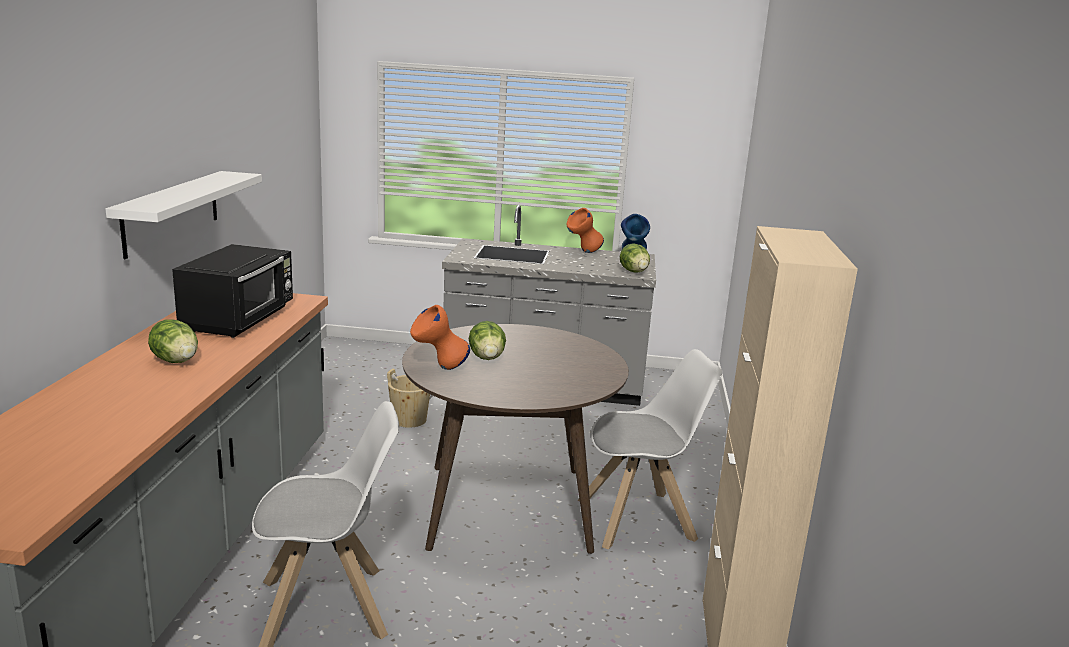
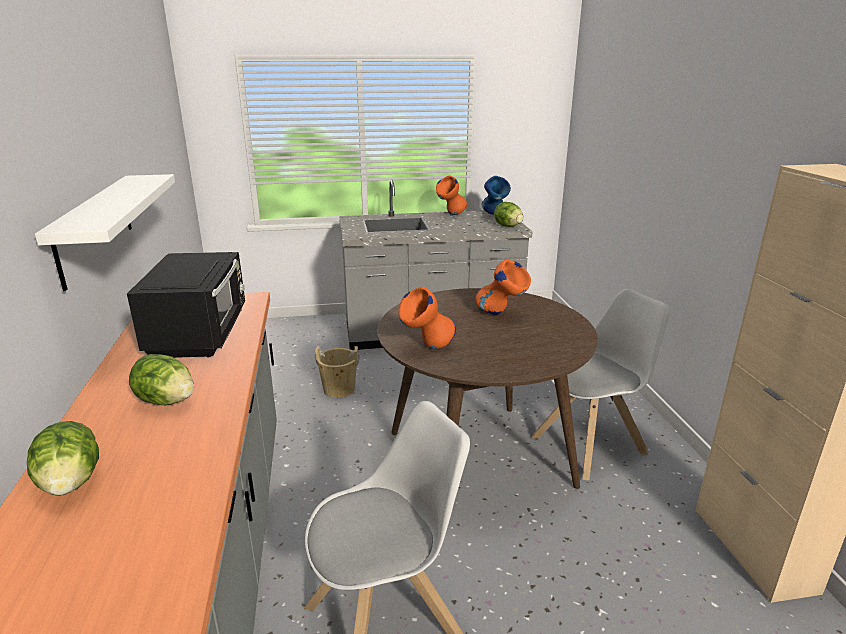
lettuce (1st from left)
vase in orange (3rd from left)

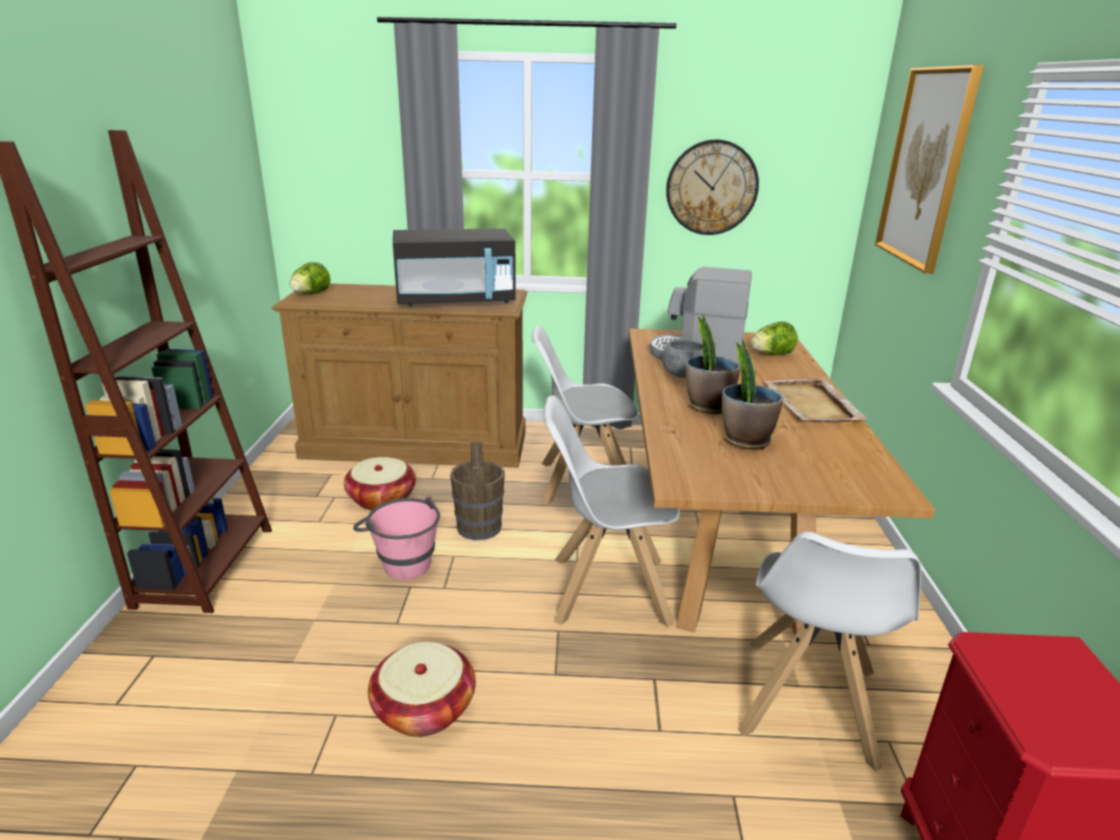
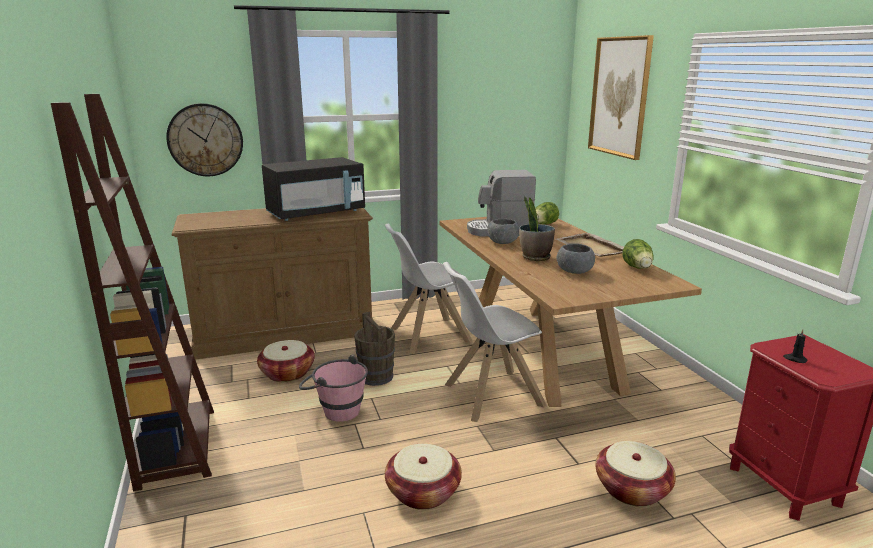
hanging clock
lettuce (2nd from left)
bowl in grey (2nd from left)
upright chair (3rd from left in the first image)
wax light in blackish
basket (3rd from left)

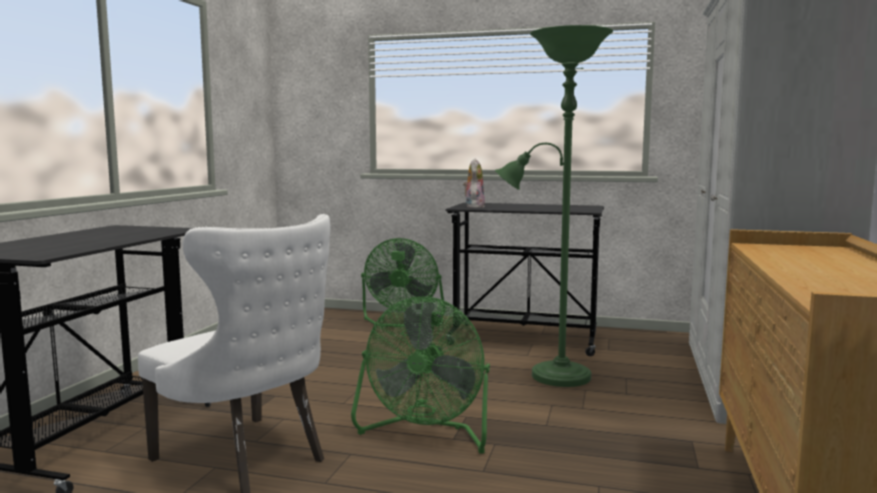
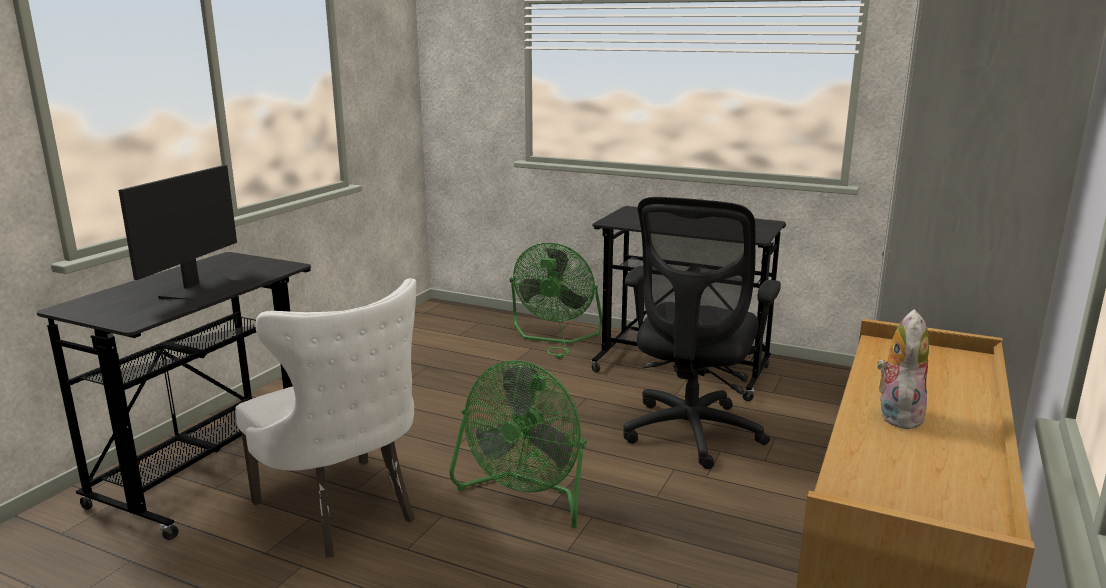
desk chair in blackish
cuddly toy
computer screen

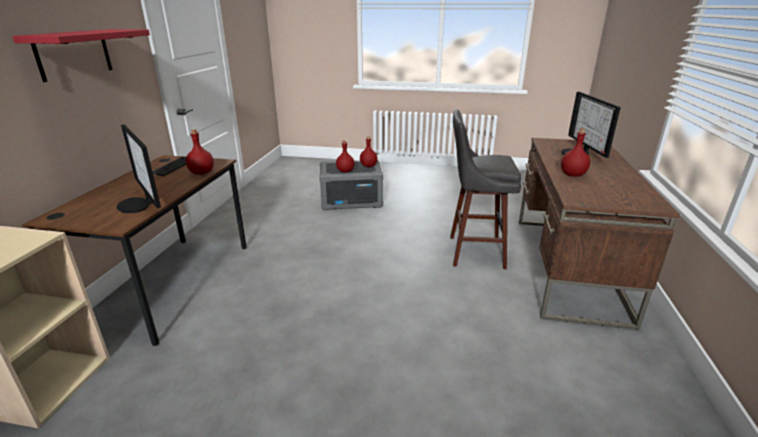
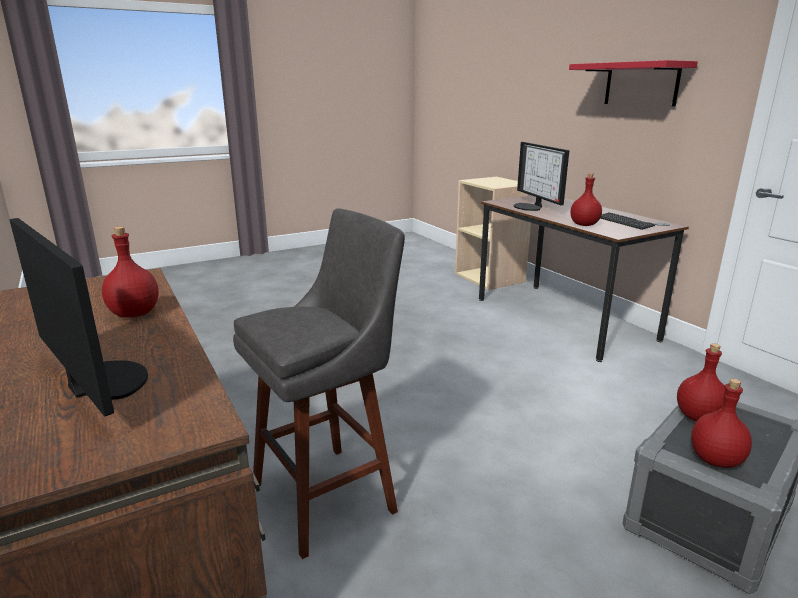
computer screen (2nd from left)

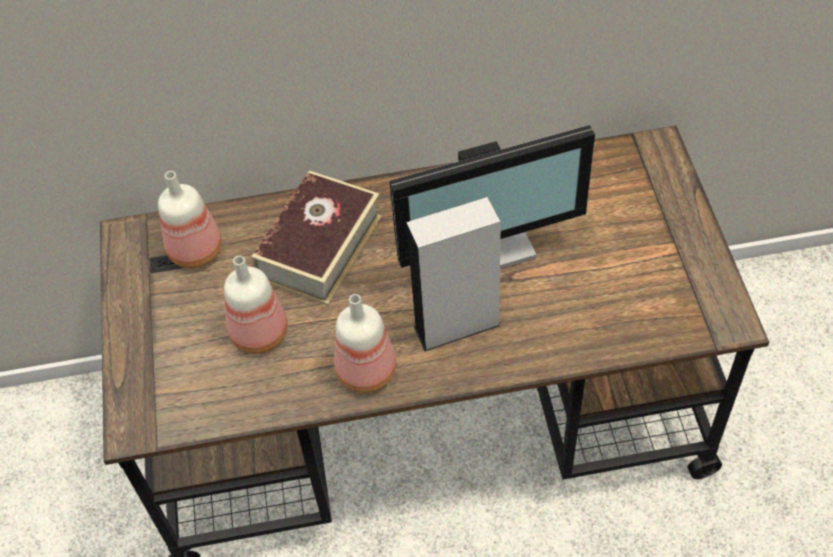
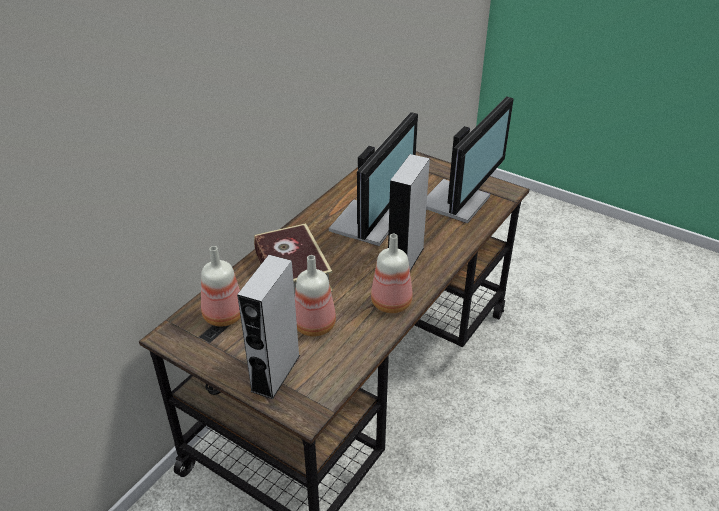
computer screen (2nd from left)
speaker in grey (1st from left)

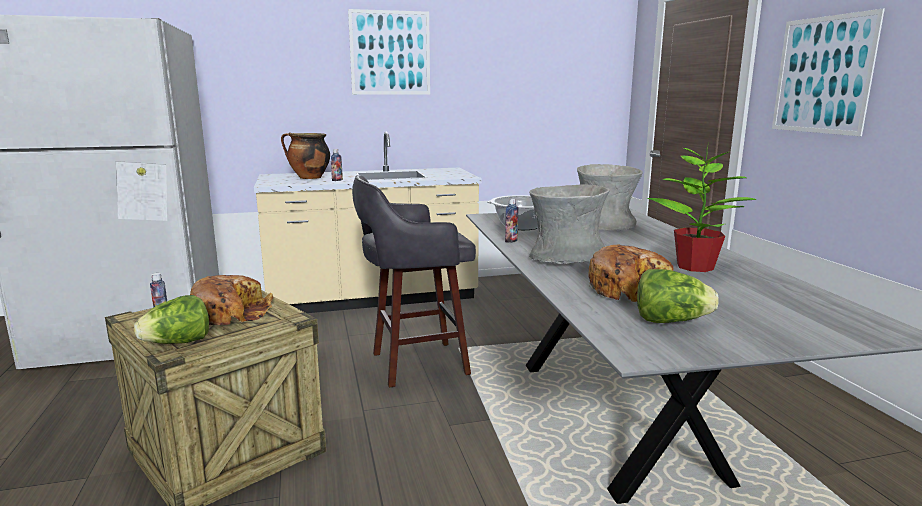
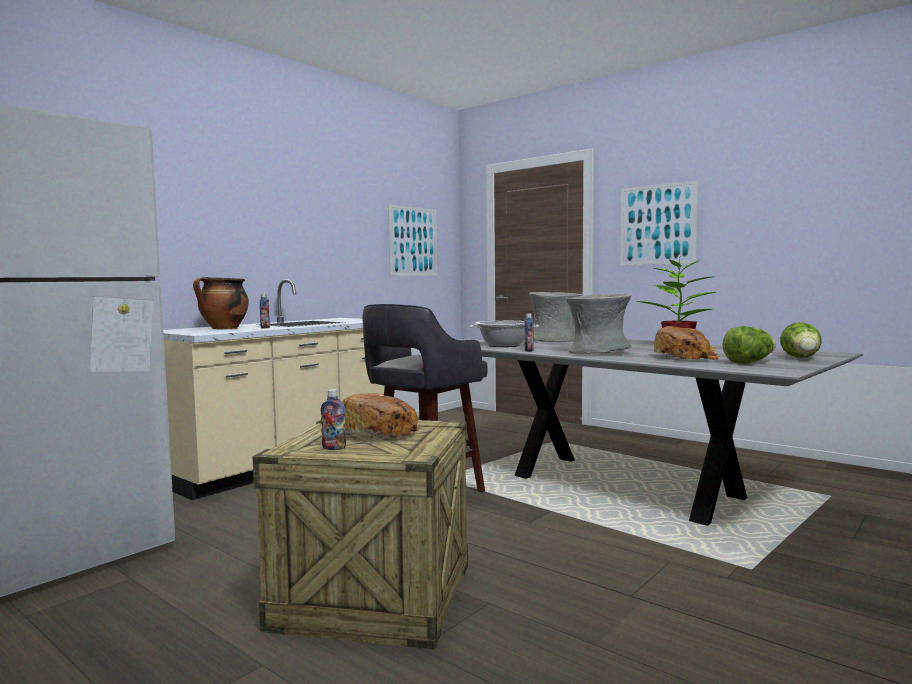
wall art (1st from left)
lettuce (2nd from left)

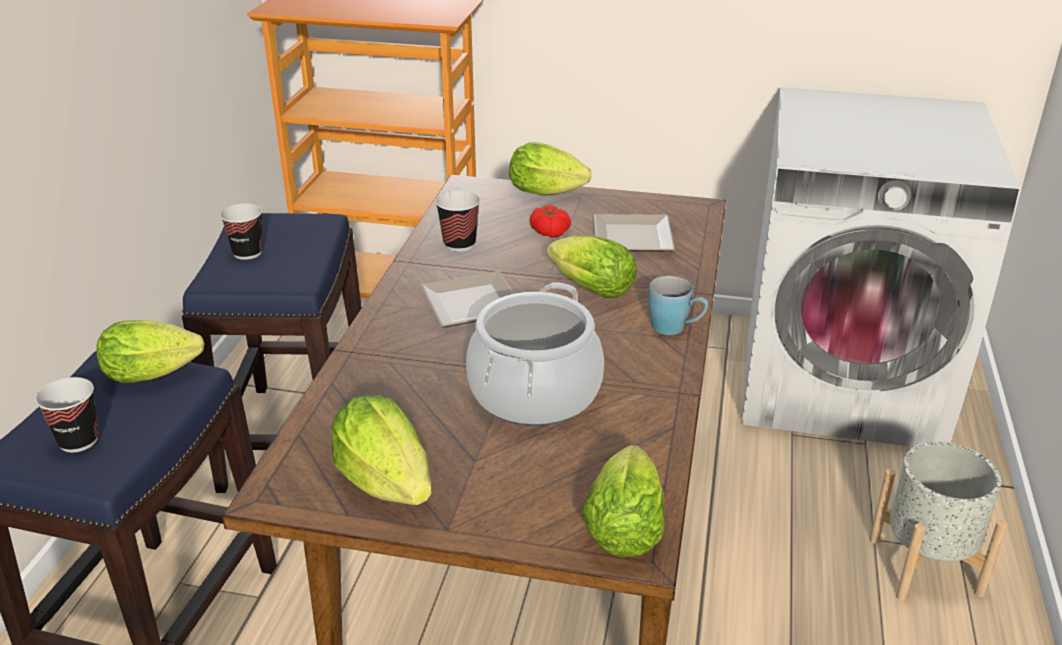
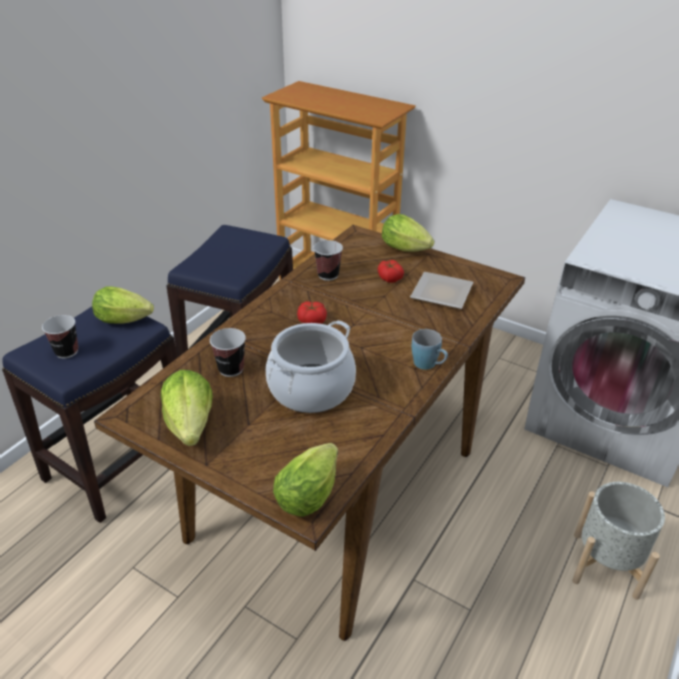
cup (2nd from left)
lettuce (4th from left in the first image)
tomato (1st from left)

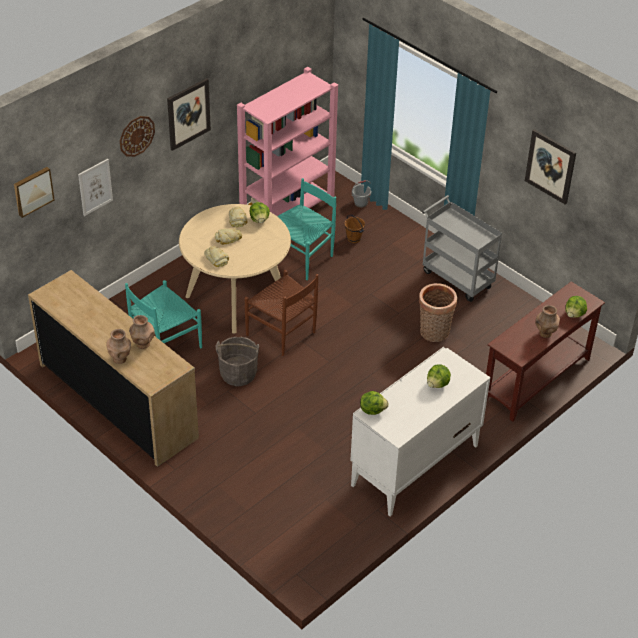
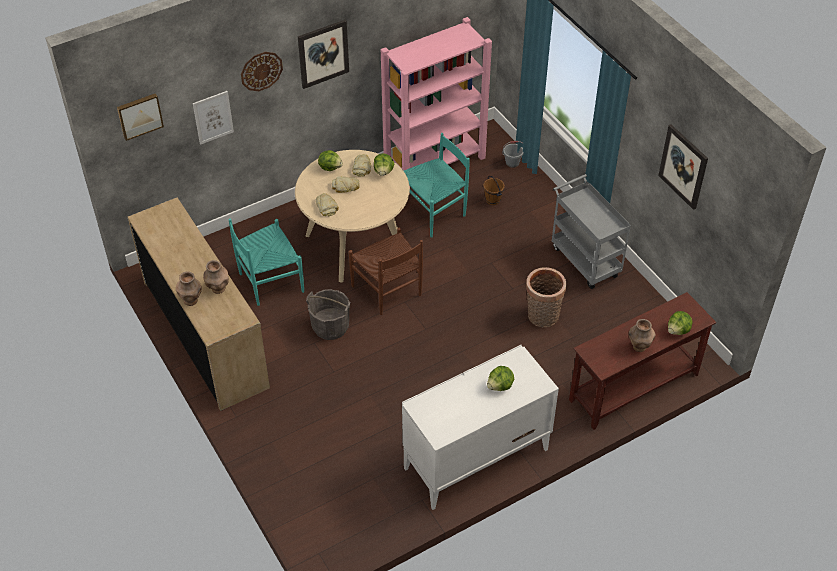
lettuce (1st from left)

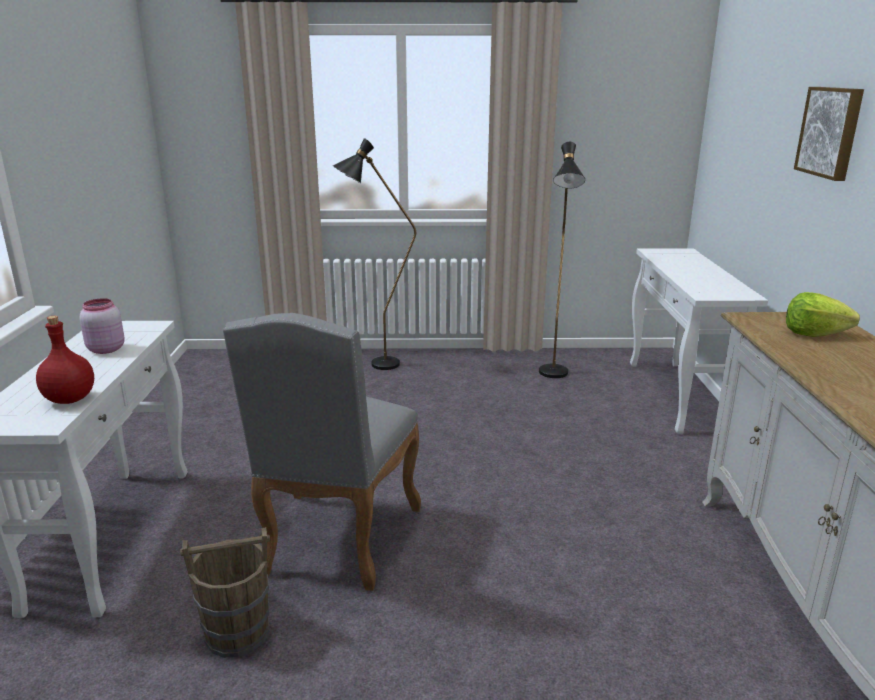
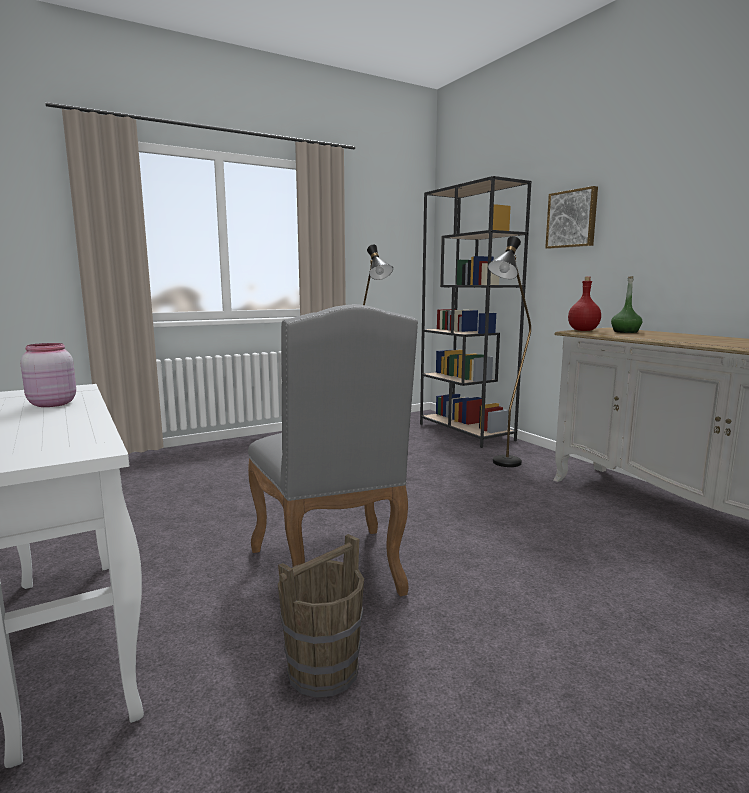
standard lamp in blackish (2nd from left)
bookshelf
drink bottle in greenish
drink bottle in reddish

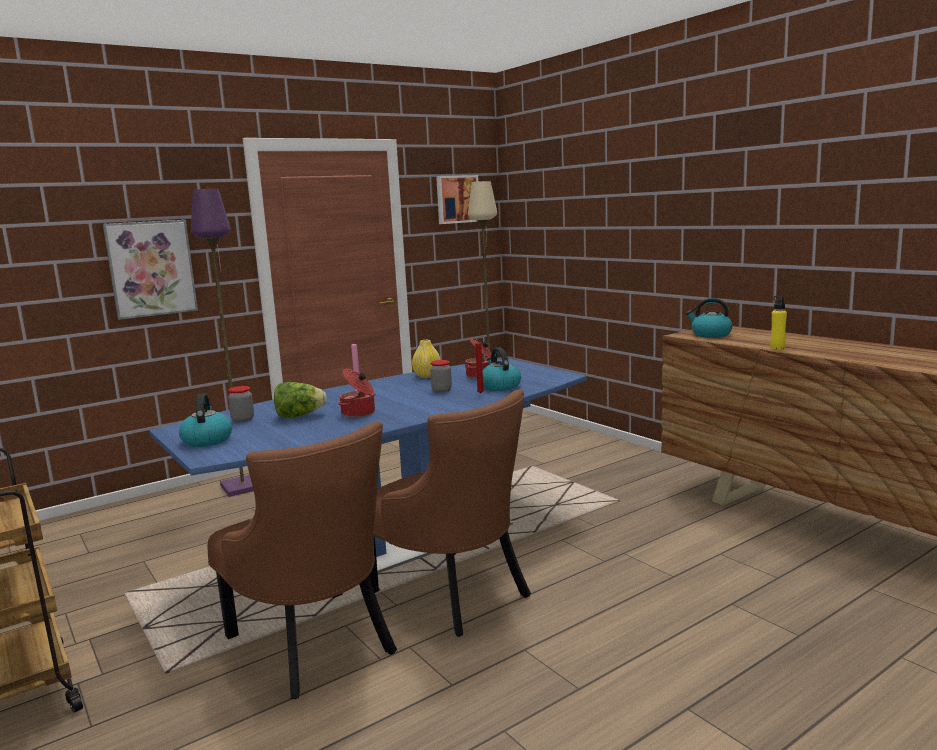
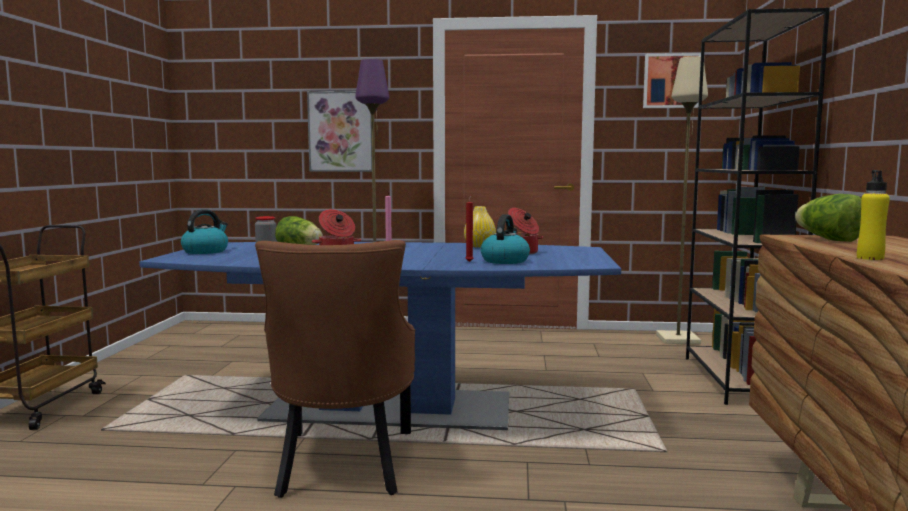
lettuce (2nd from left)
storage jar (2nd from left in the first image)
upright chair in brown-coloured (1st from left in the first image)
bookshelf in beige

